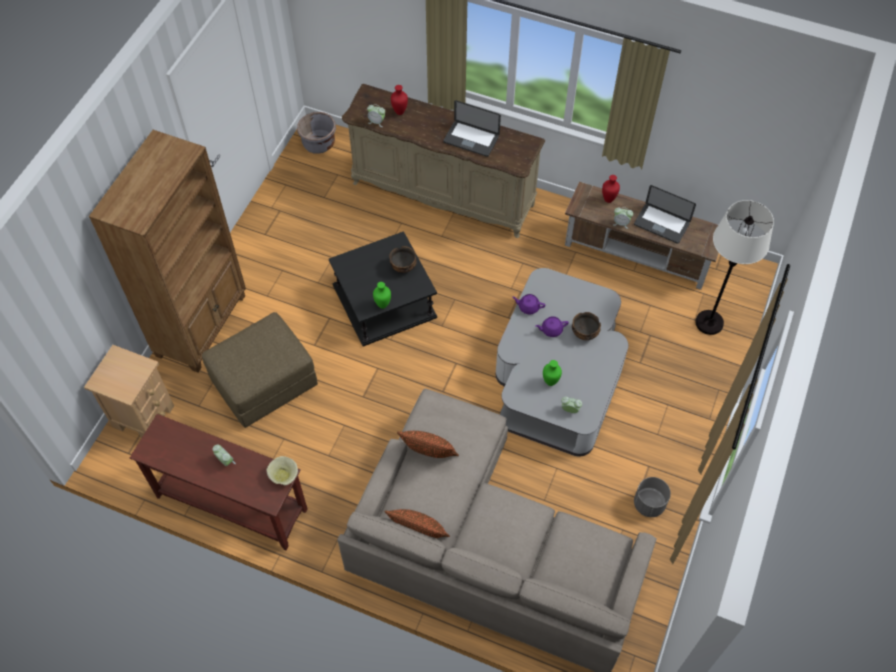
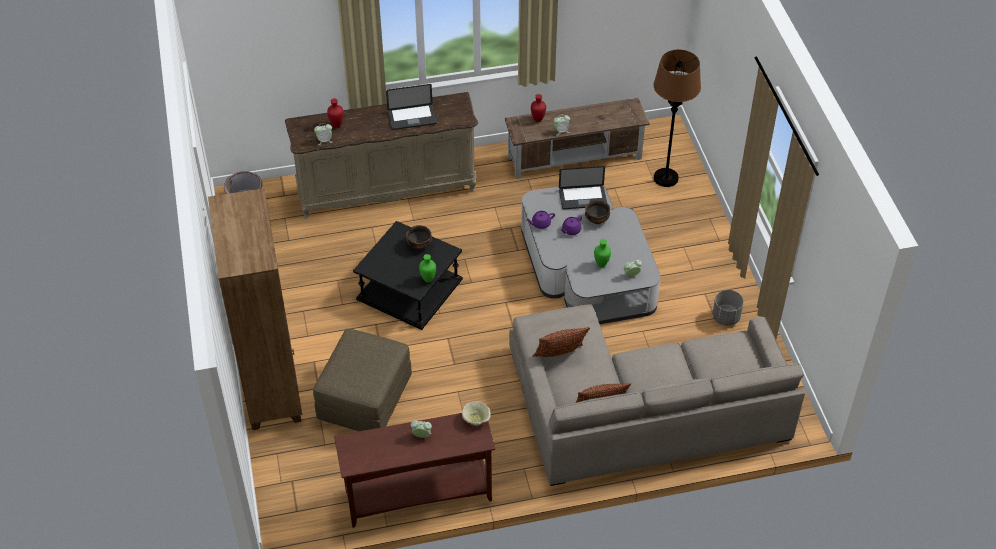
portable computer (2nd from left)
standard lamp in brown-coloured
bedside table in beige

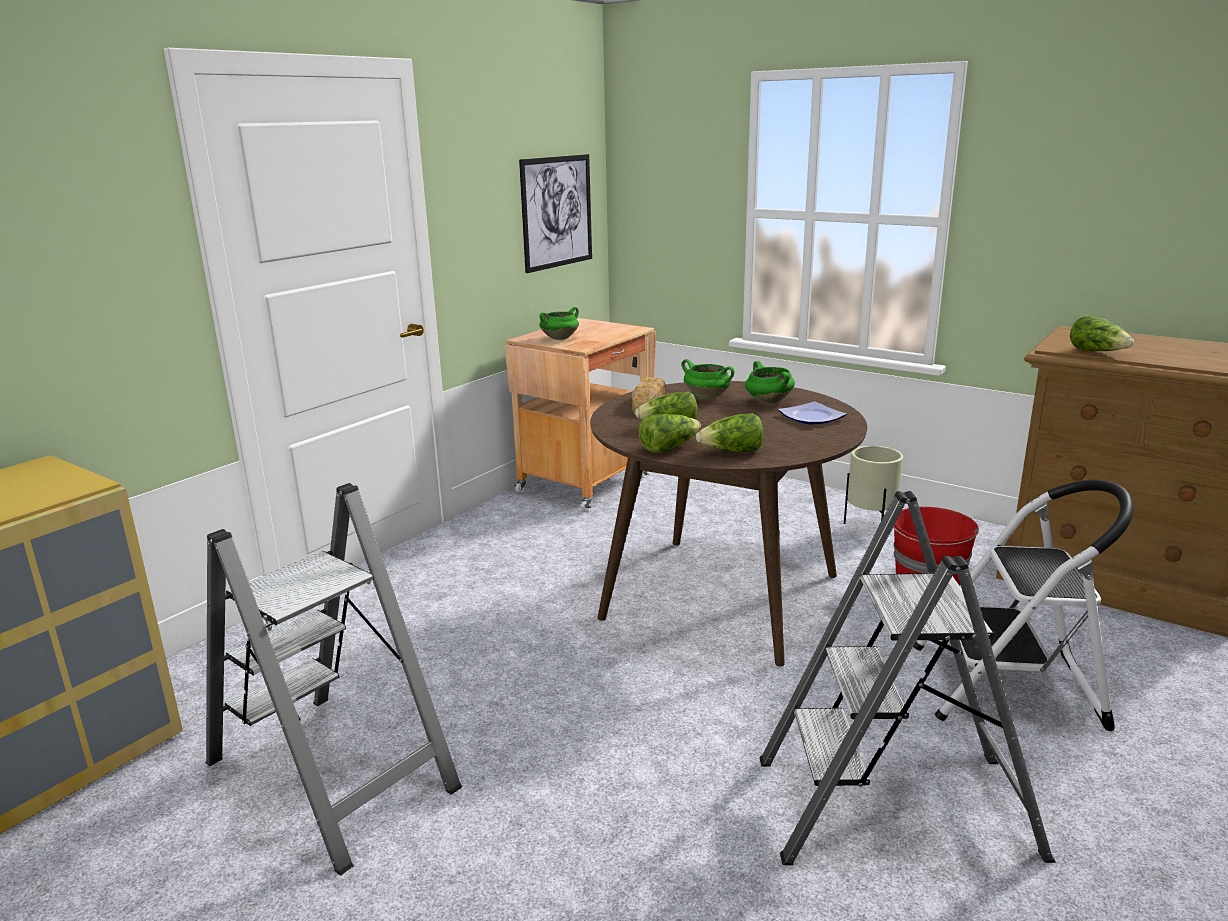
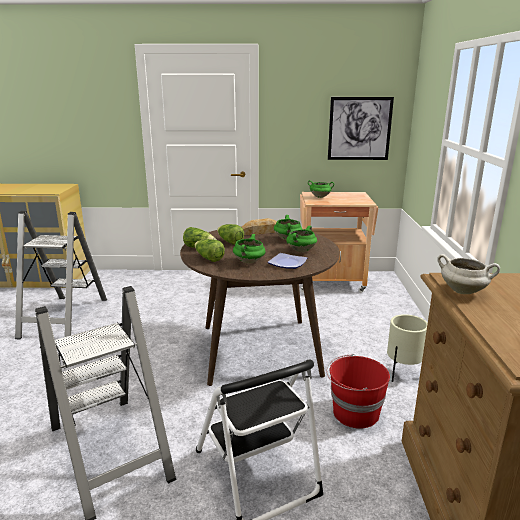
saucepot in white-coloured
saucepot in greenish (1st from left)

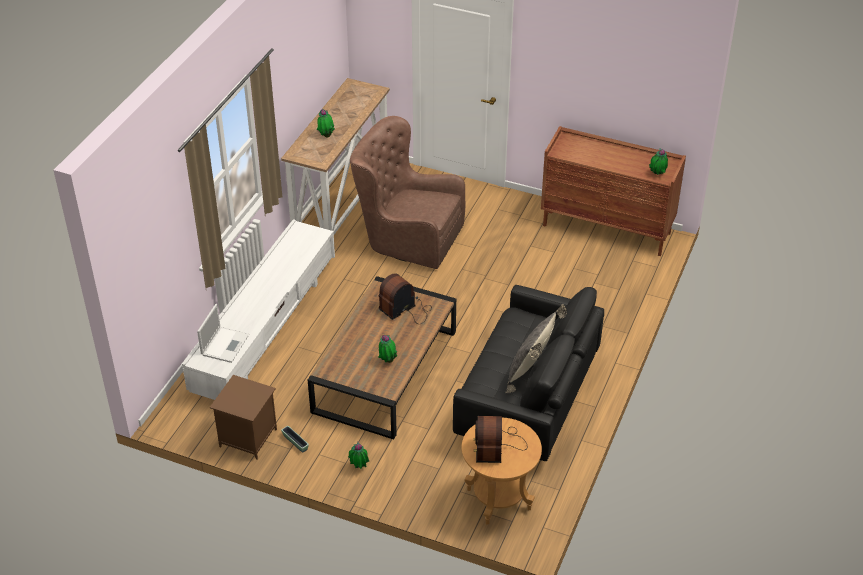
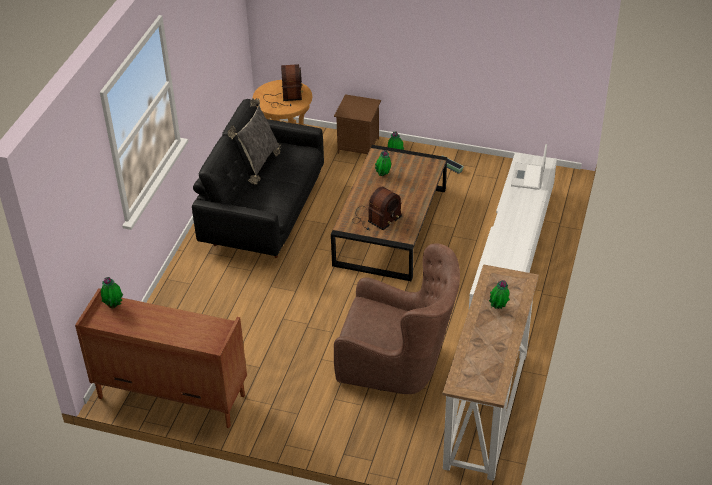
bedside table in brown-coloured

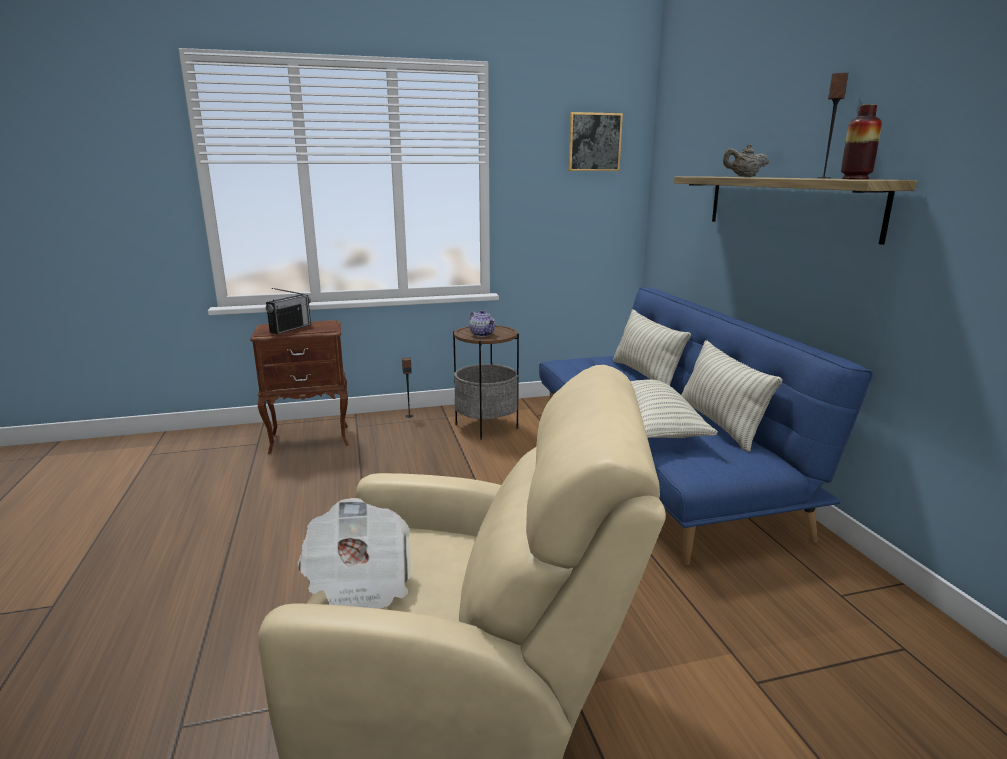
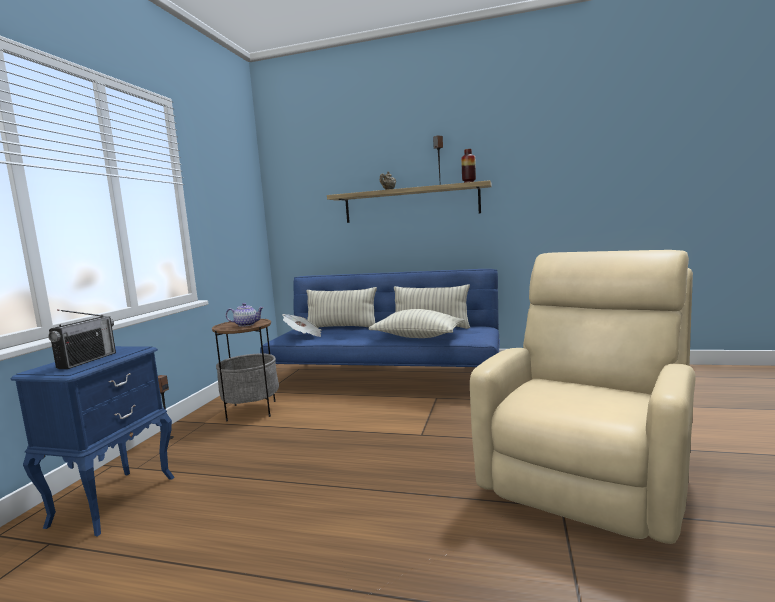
wall art
radio set
bedside table in blue-coloured
daily paper

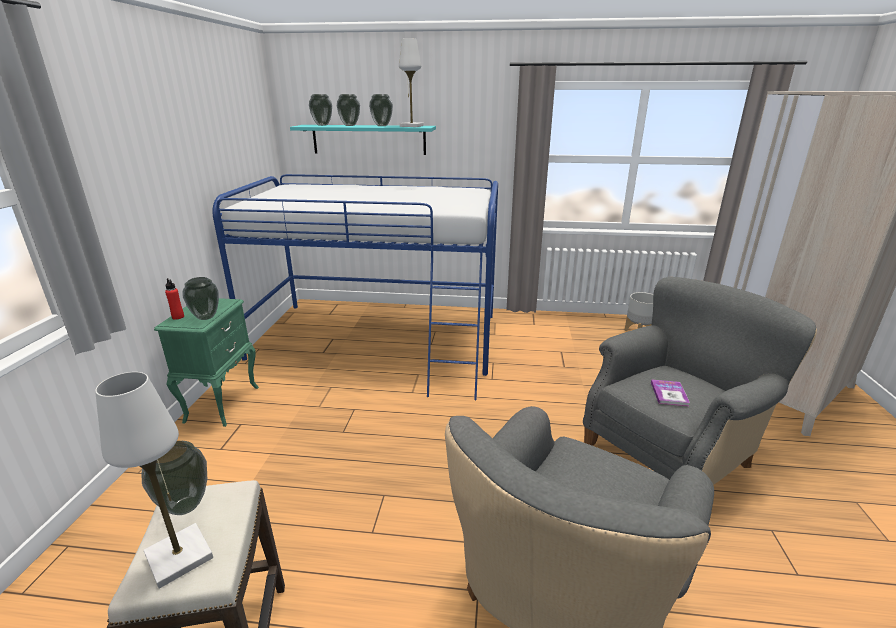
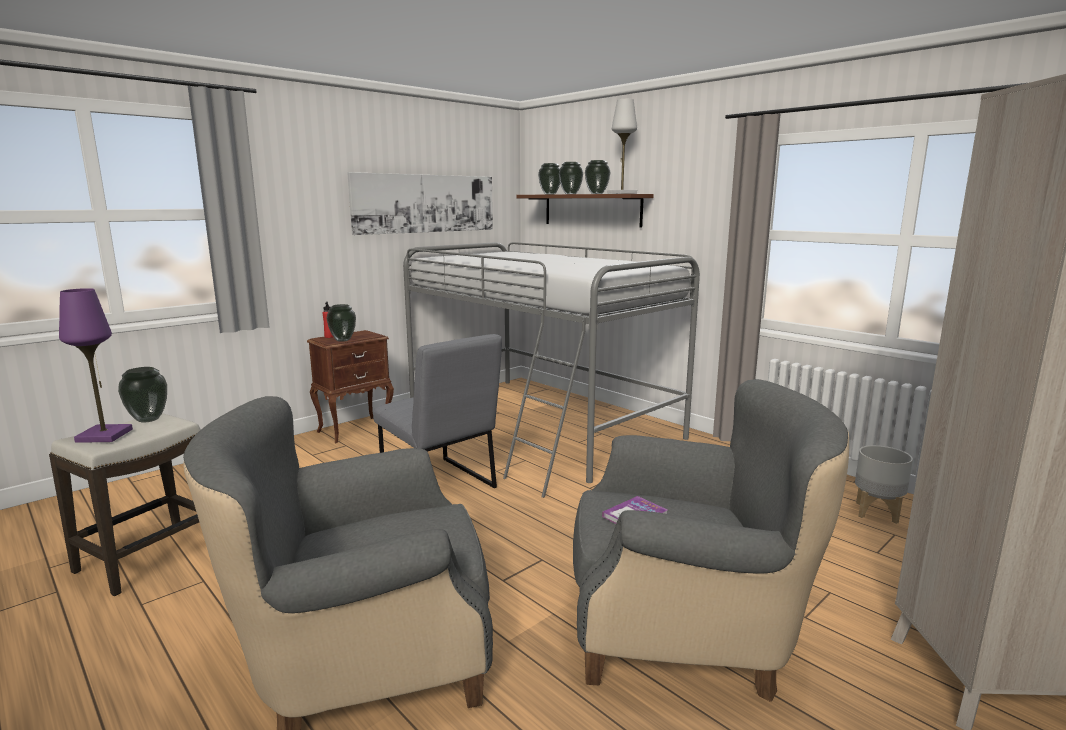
bracket shelf in brown-coloured
bedroom bed in grey
bedside table in brown-coloured
tabletop lamp in purple
wall art
upright chair in grey

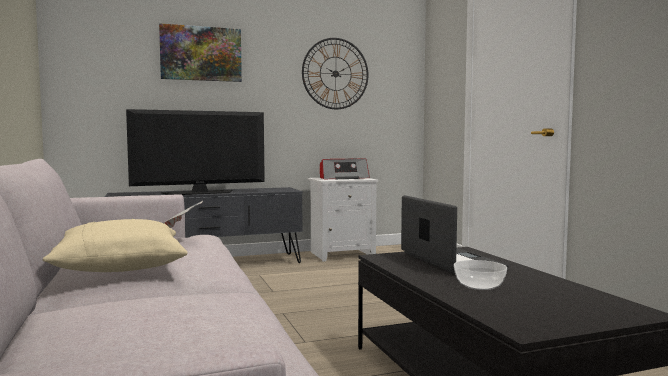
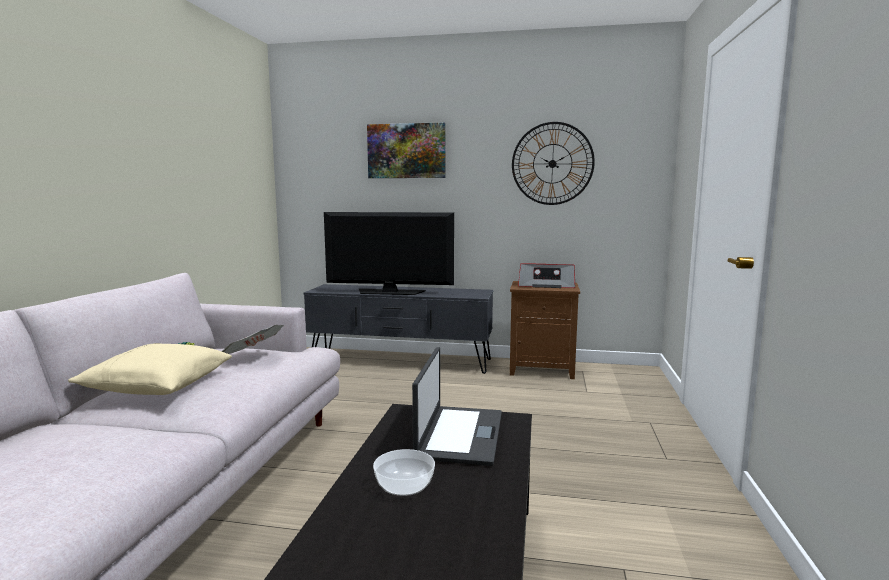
bedside table in brown-coloured

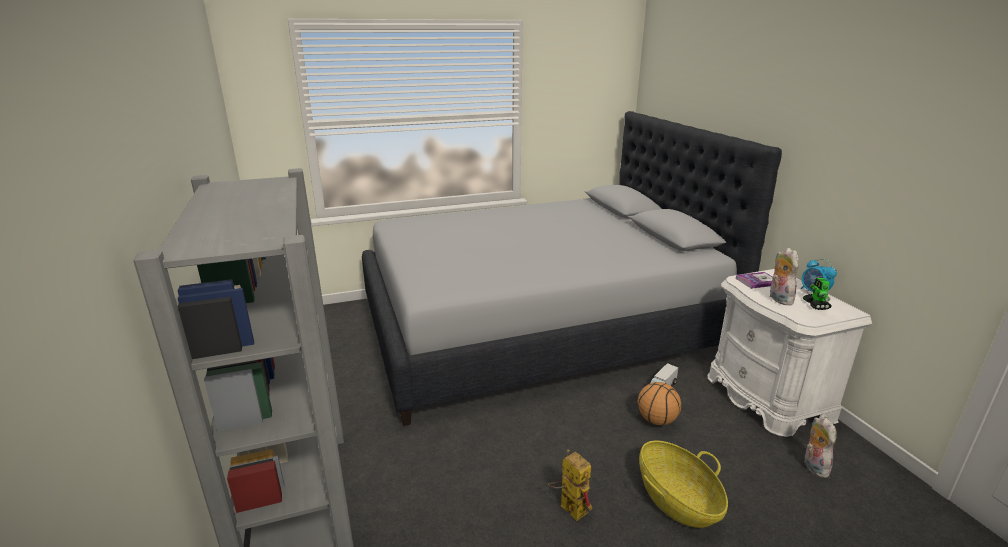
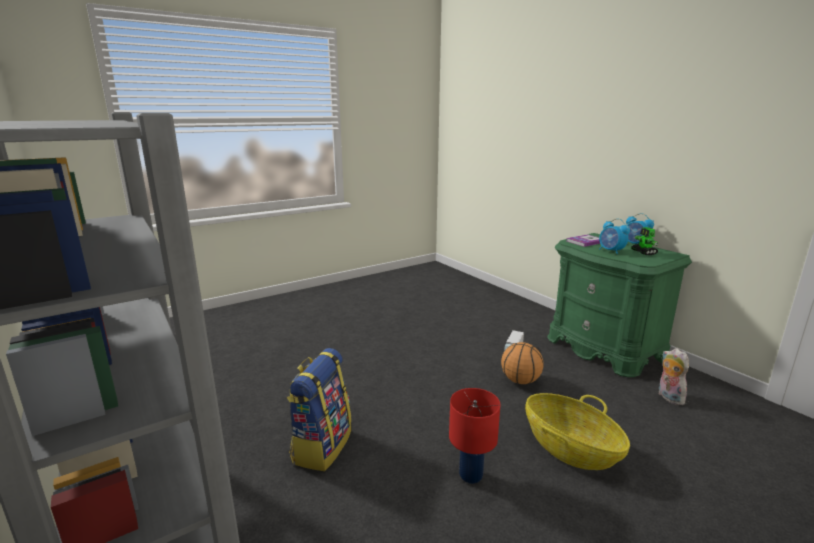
bedroom bed in grey
table clock (1st from left)
bedside table in greenish
tabletop lamp in reddish
knapsack

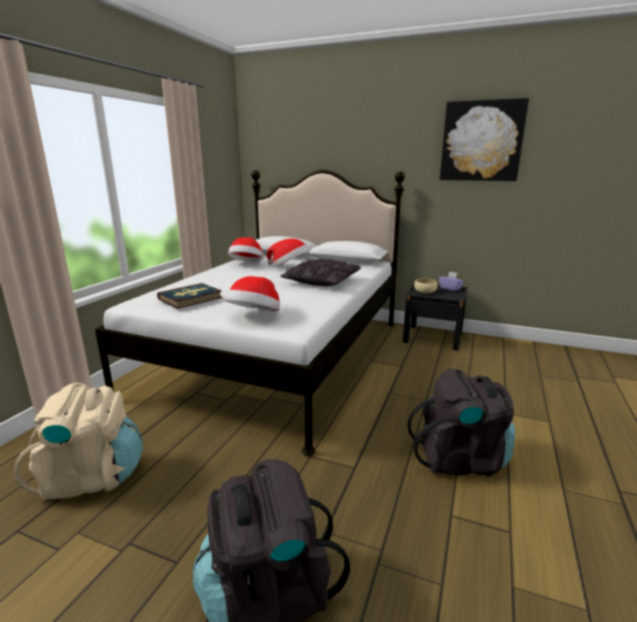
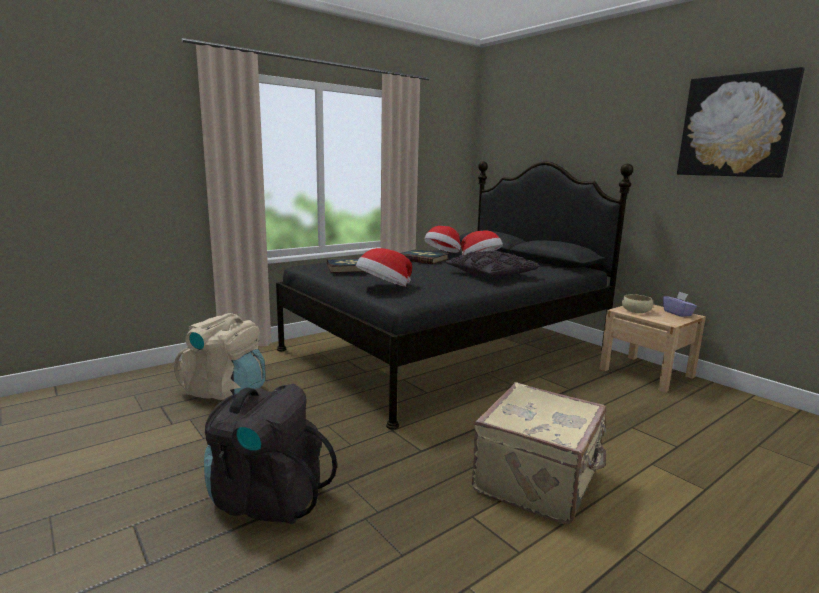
bedroom bed in blackish
bedside table in beige
piece of luggage in beige
volume (2nd from left)

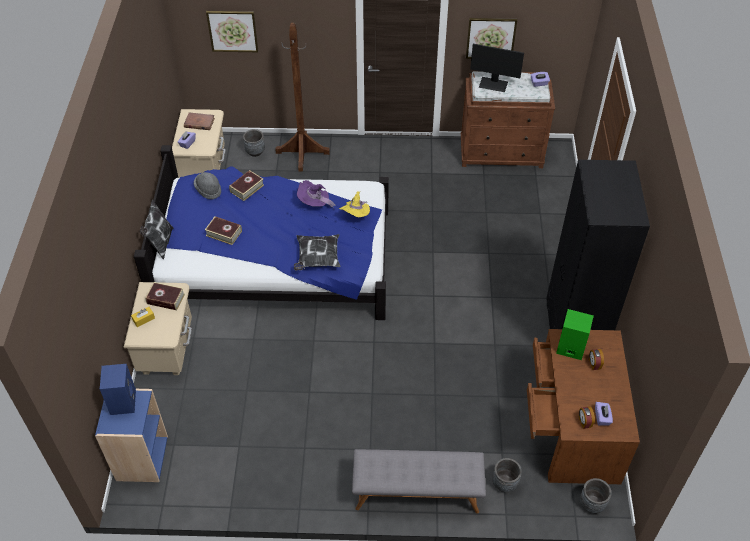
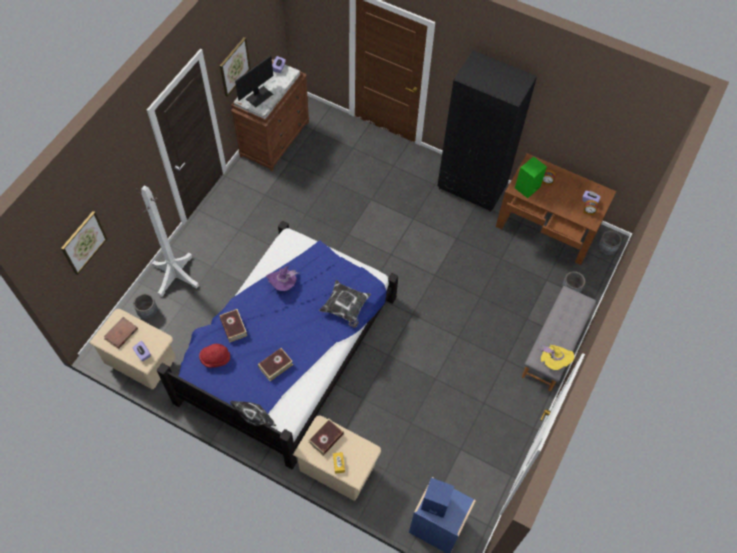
clothes rack in white-coloured
clothing hat in reddish
clothing hat in yellow

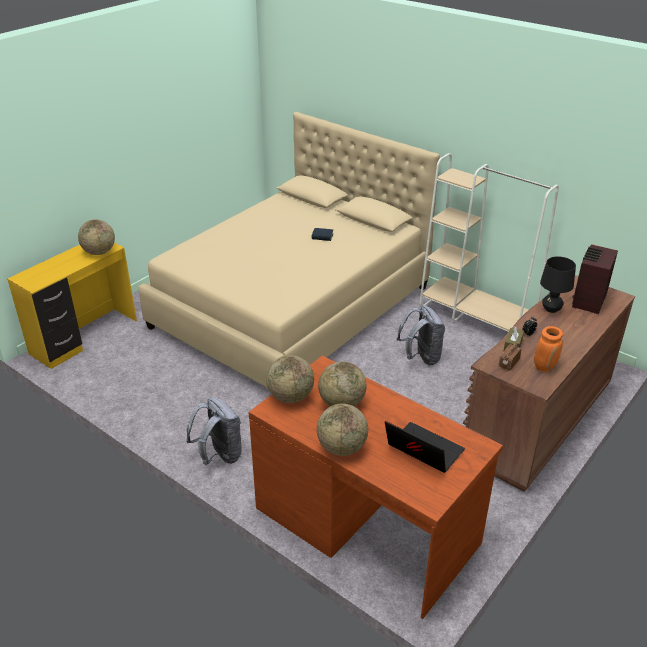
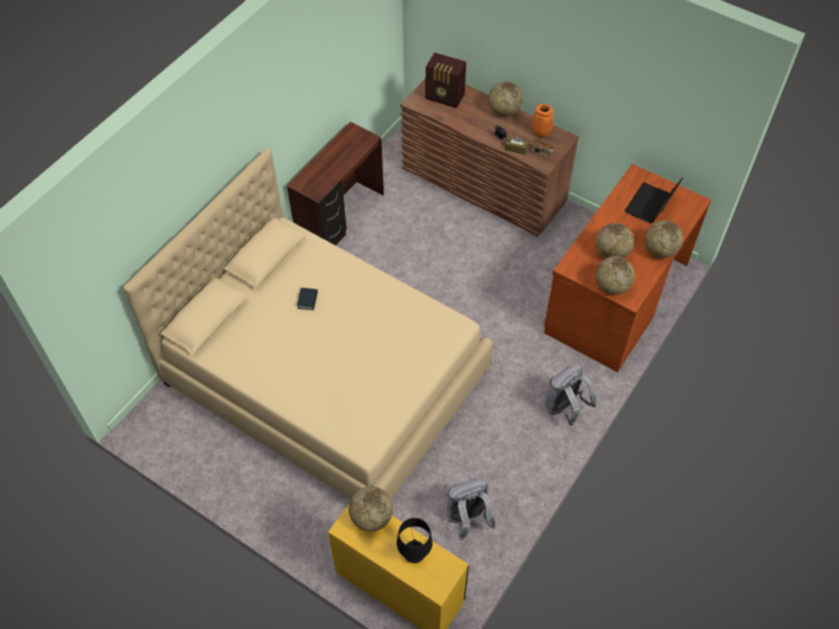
desk in brown-coloured (1st from left)
tabletop lamp in blackish
knapsack in grey (1st from left)
world globe (2nd from left)

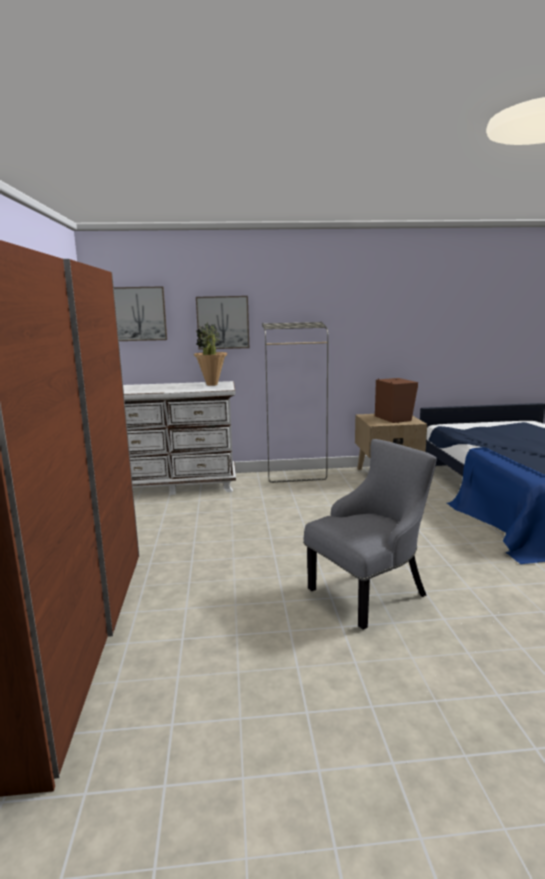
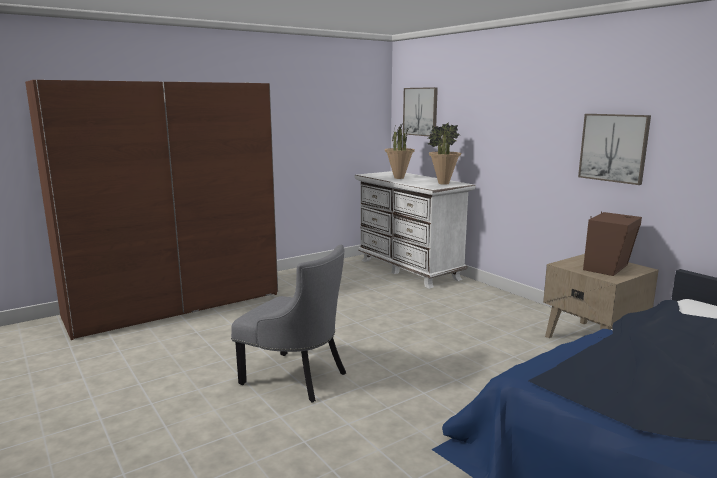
wall art (2nd from left)
clothes rack in grey
houseplant (1st from left)

